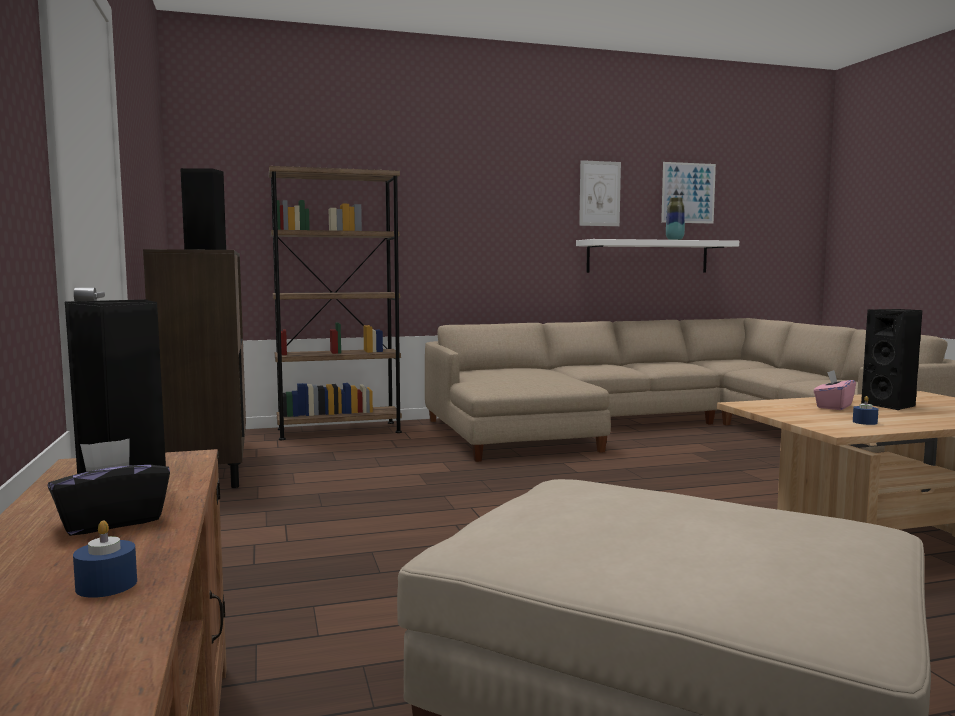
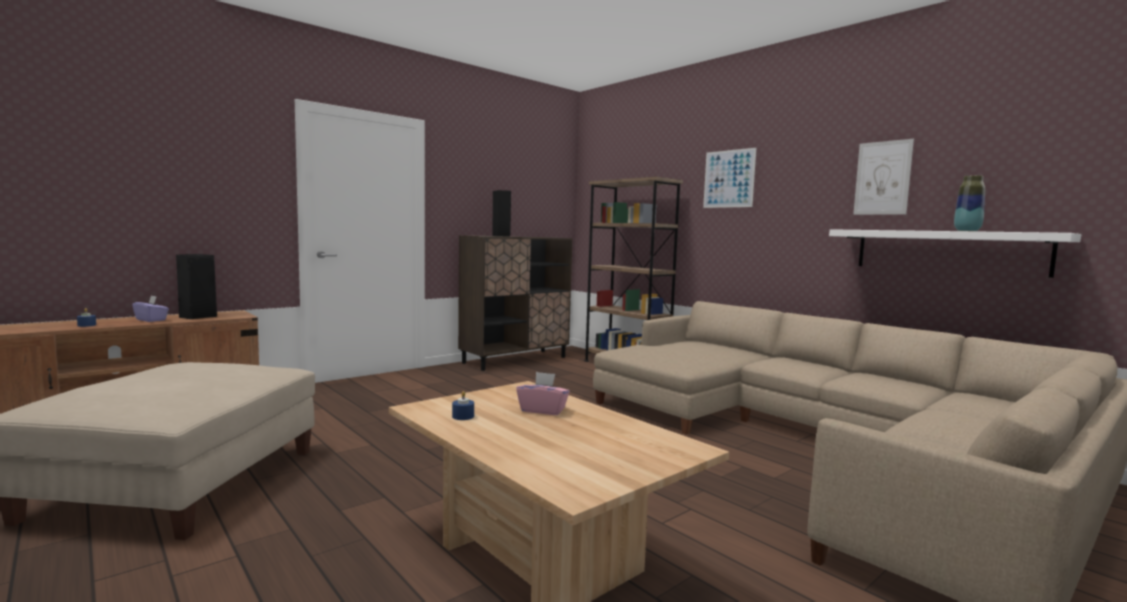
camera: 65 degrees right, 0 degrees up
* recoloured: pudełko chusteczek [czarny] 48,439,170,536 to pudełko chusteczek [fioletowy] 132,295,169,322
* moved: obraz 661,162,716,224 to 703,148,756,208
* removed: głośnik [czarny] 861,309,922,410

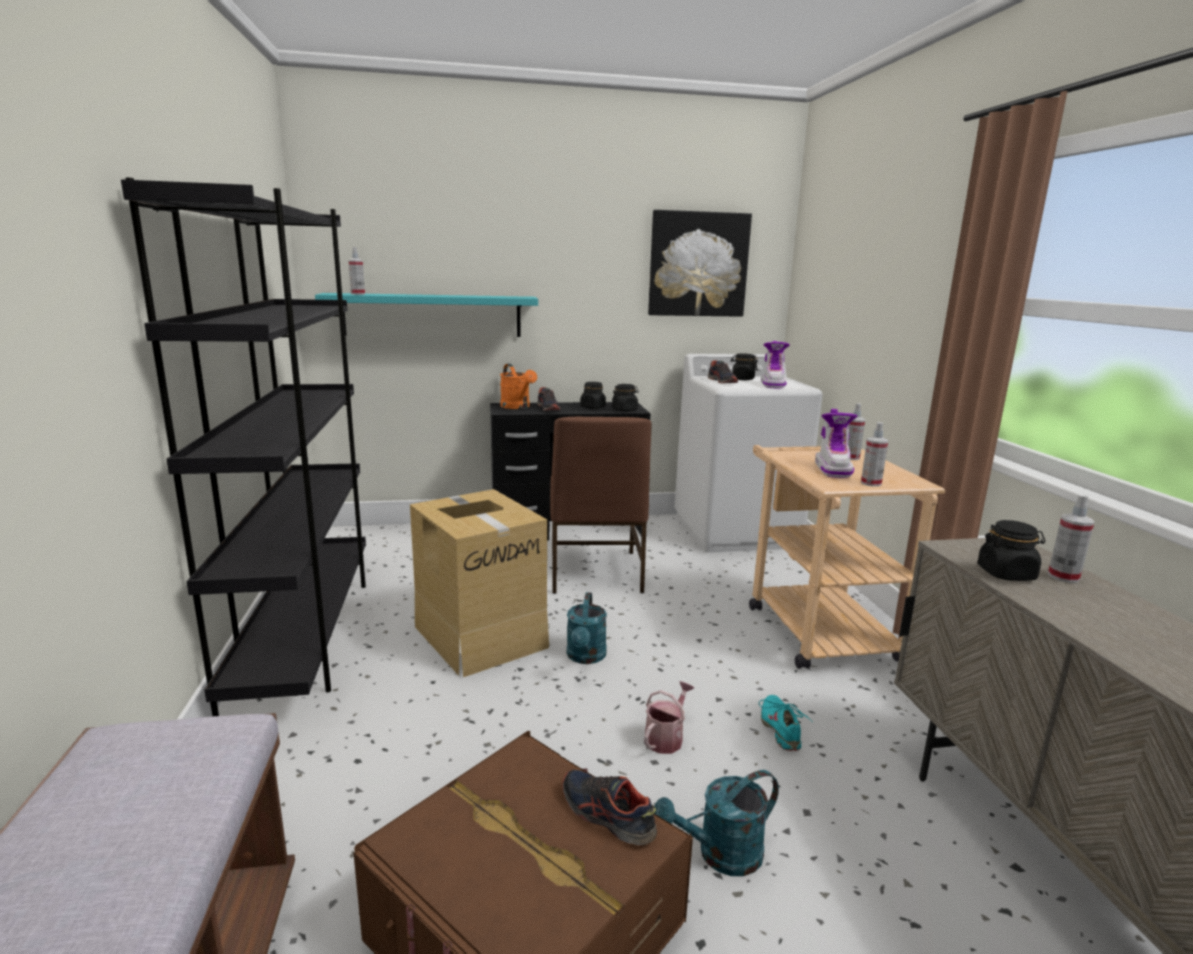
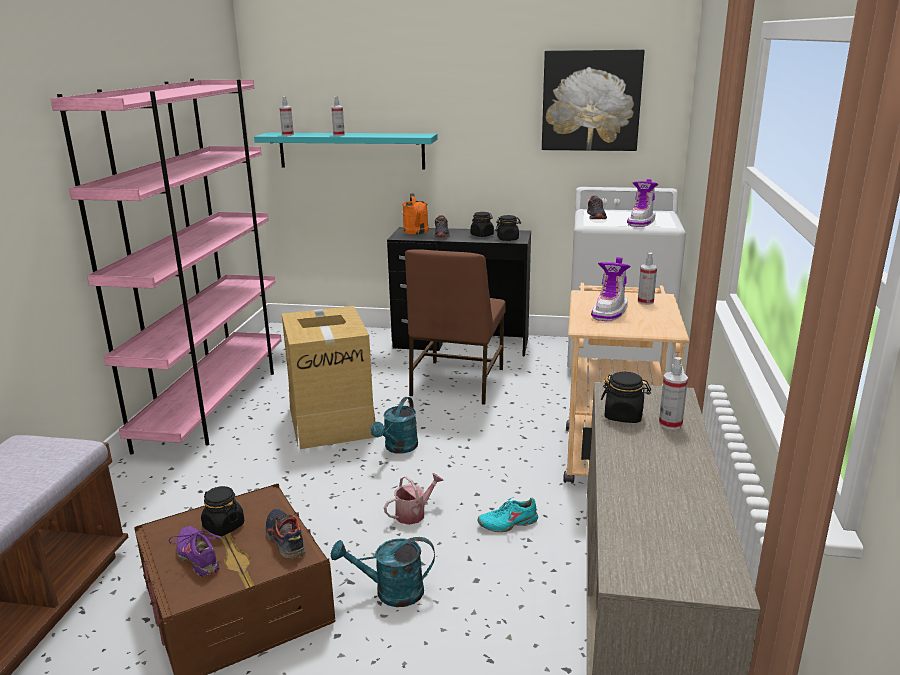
camera: 20 degrees right, 5 degrees up
* recoloured: regał [czarny] 121,177,366,716 to regał [różowy] 50,79,282,455
* moved: słoik [czarny] 730,353,758,380 to 201,486,244,536
* turned: but [turkusowy] 759,695,813,751 = 477,497,538,532 120 degrees counterclockwise
* moved: spryskiwacz 861,422,888,487 to 331,96,345,136
* added: but [fioletowy] 169,526,227,577

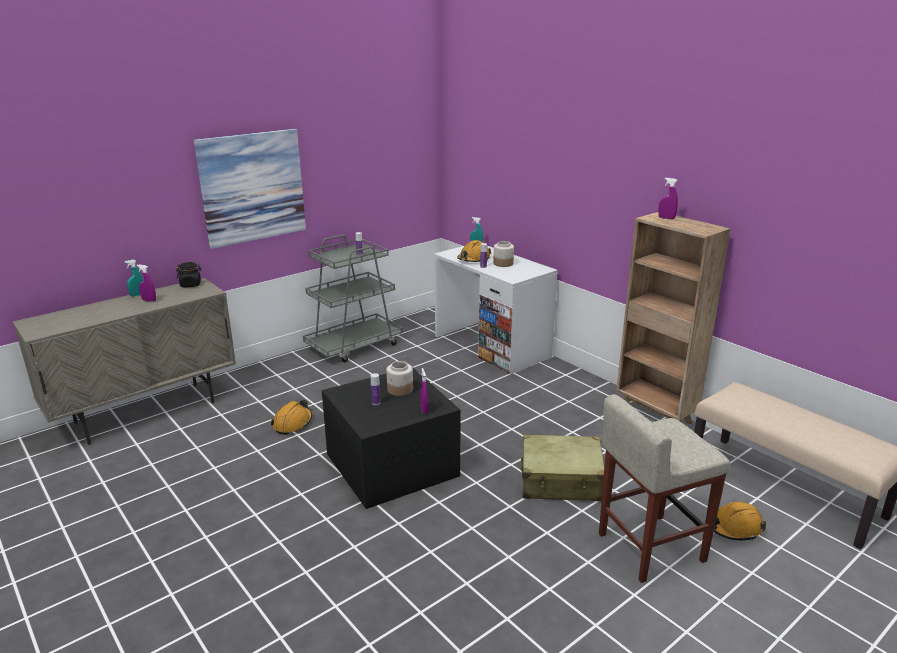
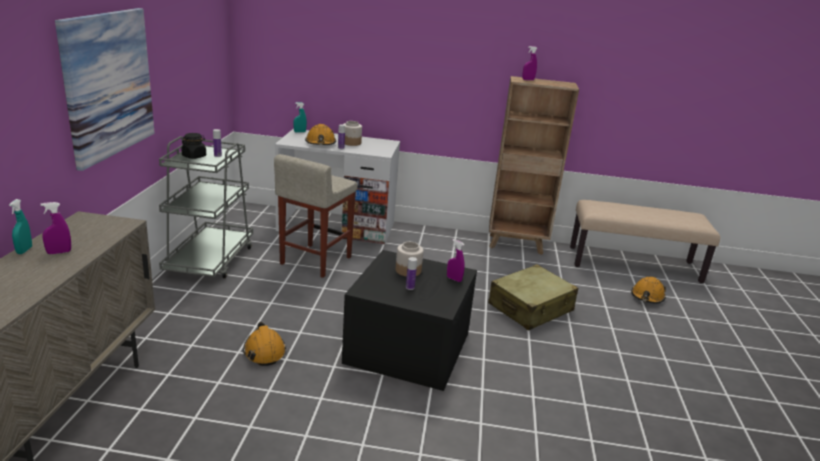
camera: 45 degrees left, 0 degrees up
* moved: słoik [czarny] 176,262,202,287 to 181,133,206,159
* moved: stołek [beżowy] 599,394,731,583 to 274,154,358,278

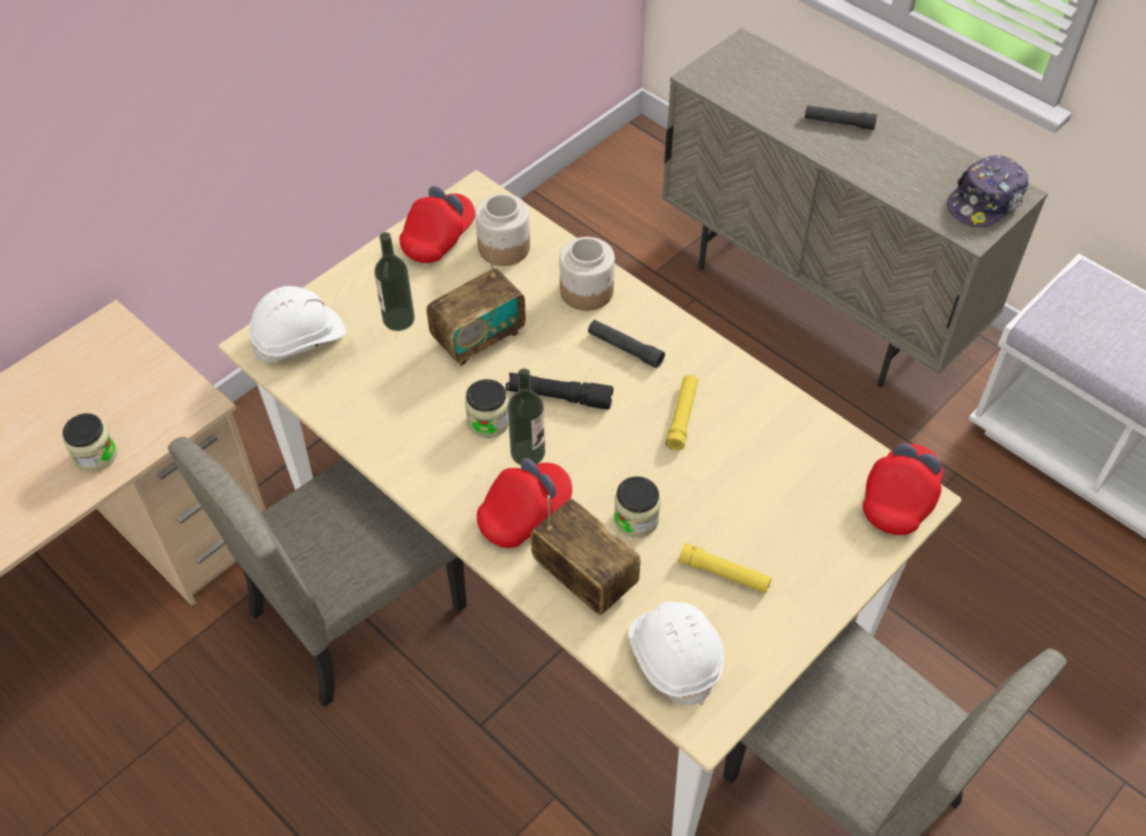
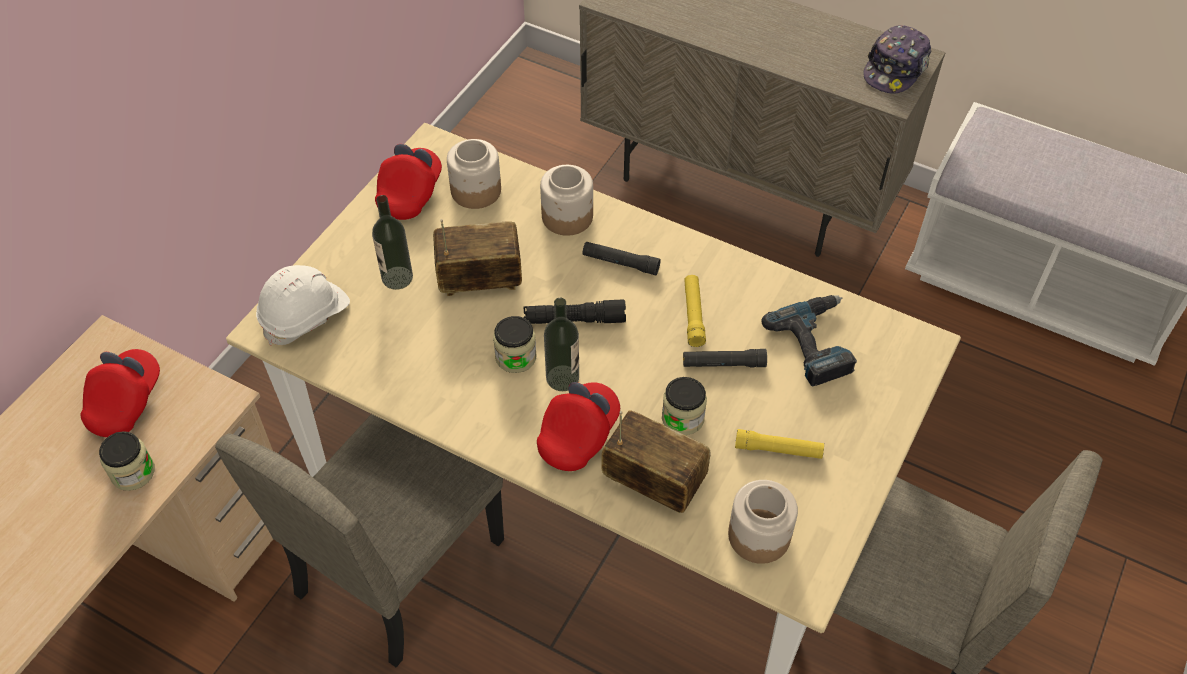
camera: 15 degrees left, 0 degrees up
* turned: radio 427,240,526,366 = 433,219,522,296 135 degrees counterclockwise
* replaced: kask [biały] 629,601,724,705 to słoik 728,480,798,564
* moved: latarka [czarny] 805,105,877,130 to 683,349,767,367
* moved: czapka z daszkiem [czerwony] 863,443,943,535 to 81,349,160,437
* added: wiertarka 762,295,857,386

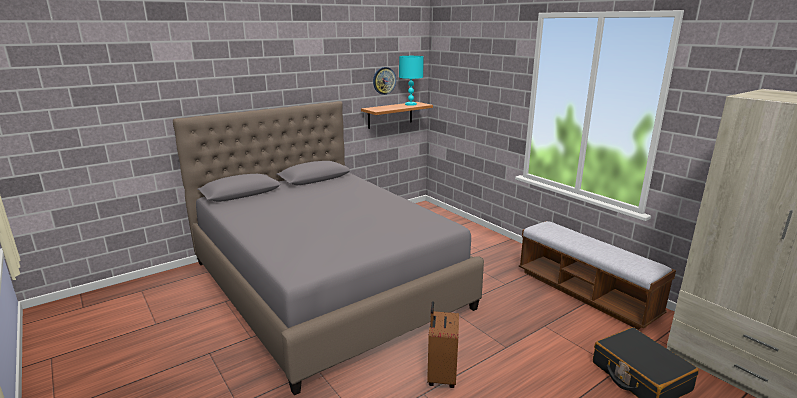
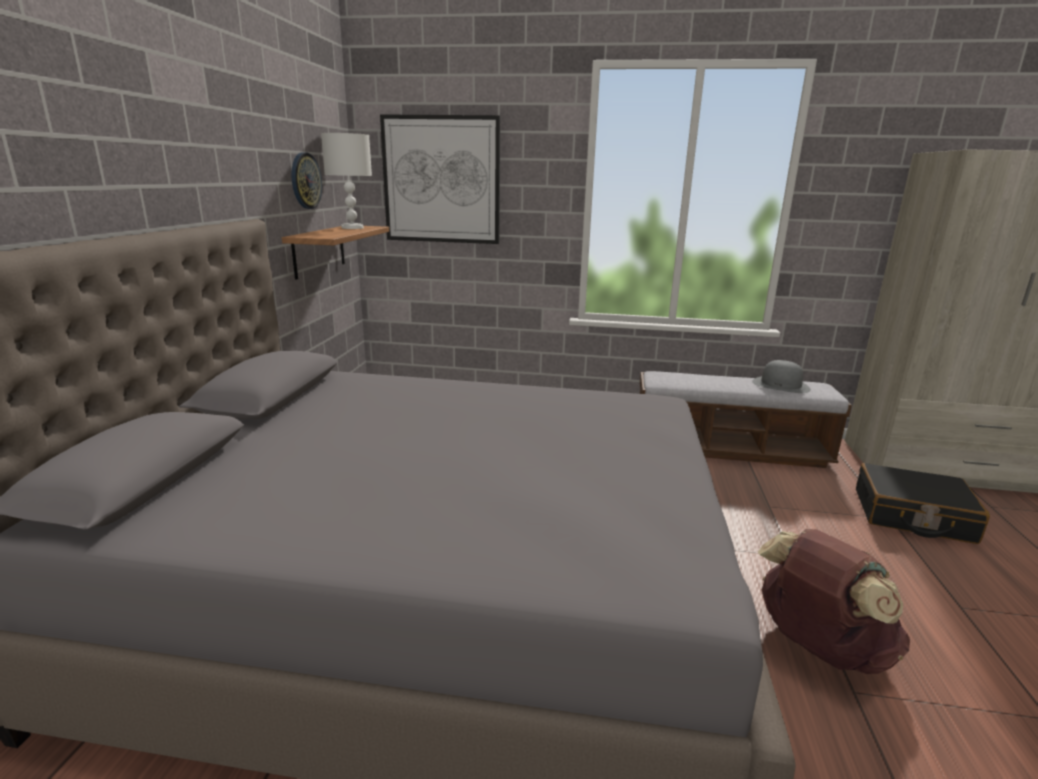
camera: 45 degrees left, 0 degrees up
* recoloured: lampa stołowa [turkusowy] 399,56,424,106 to lampa stołowa [biały] 321,133,372,229
* replaced: walizka [brązowy] 427,301,459,388 to plecak [brązowy] 758,529,910,674
* added: obraz 380,114,500,244
* added: kapelusz [szary] 752,360,811,393

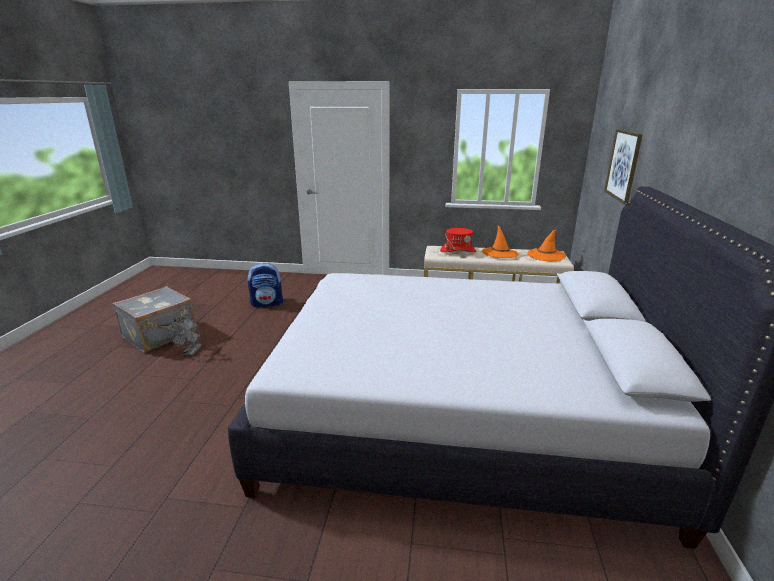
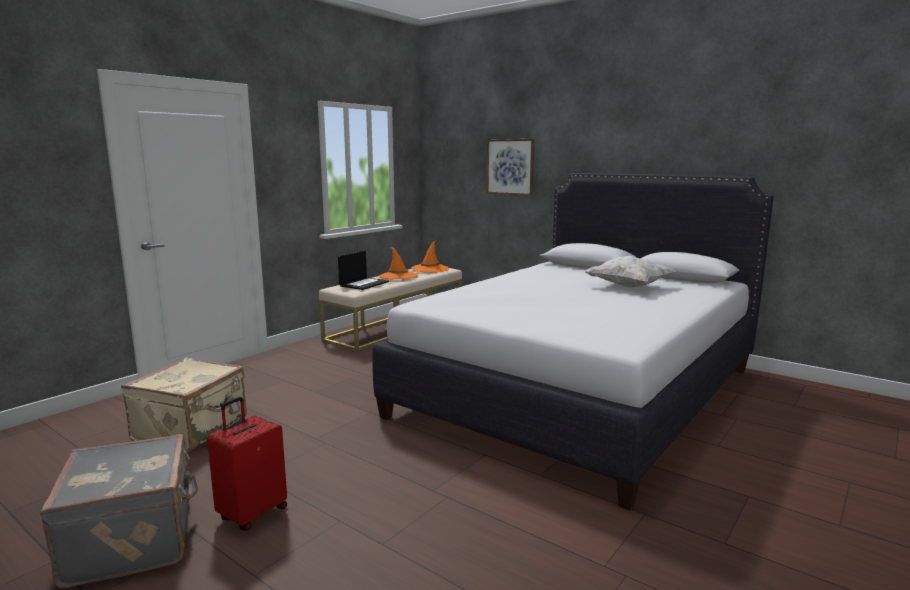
camera: 60 degrees left, 10 degrees down
* replaced: wentylator [szary] 168,316,201,356 to walizka [czerwony] 207,397,287,531
* replaced: plecak 248,263,283,307 to walizka [beżowy] 121,358,247,452
* replaced: kapelusz [czerwony] 440,228,477,252 to laptop 338,251,389,290
* added: poduszka [biały] 584,256,676,287

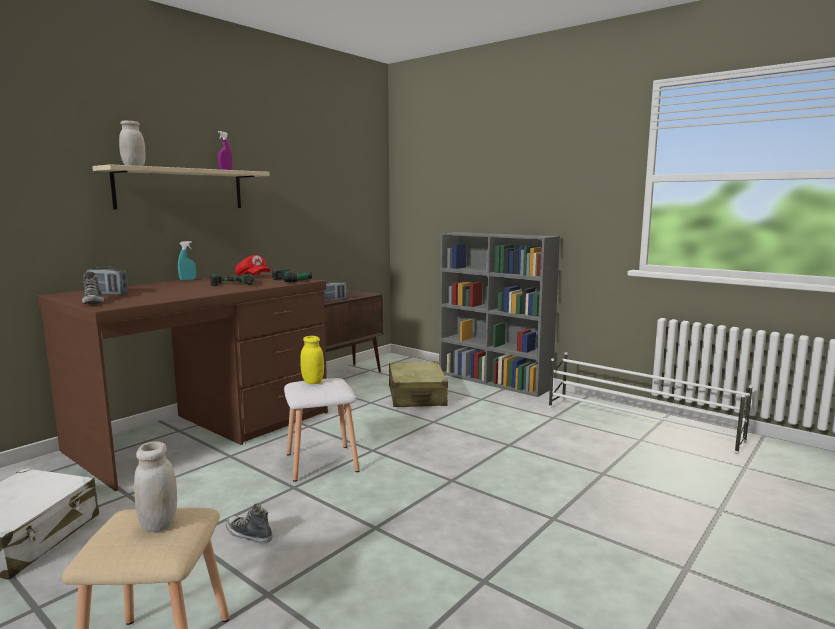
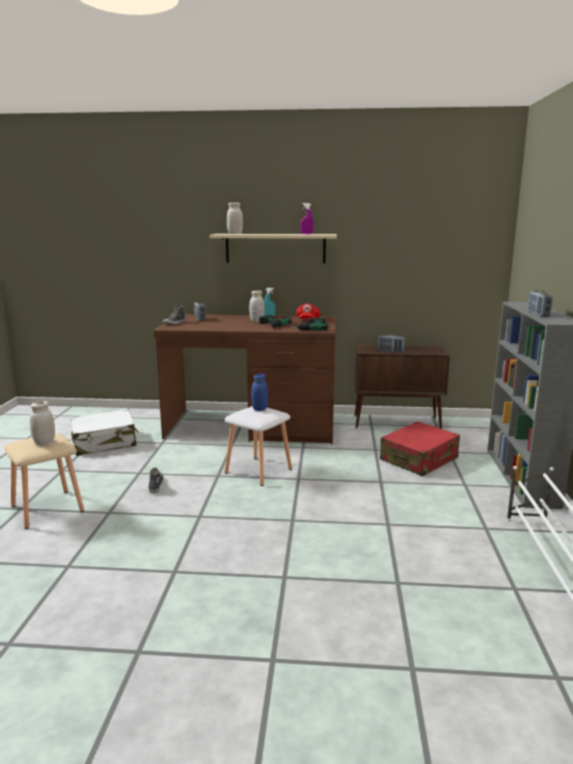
camera: 55 degrees right, 5 degrees up
* recoloured: słoik [żółty] 300,336,324,384 to słoik [niebieski] 251,374,268,411
* recoloured: walizka [beżowy] 389,362,448,407 to walizka [czerwony] 380,421,460,476
* added: słoik [biały] 249,290,264,322
* added: radio 528,290,553,317

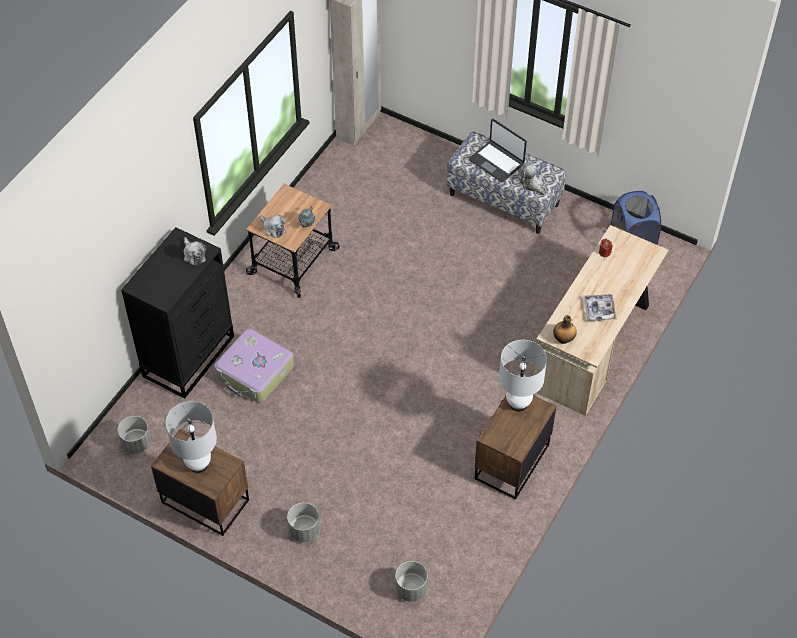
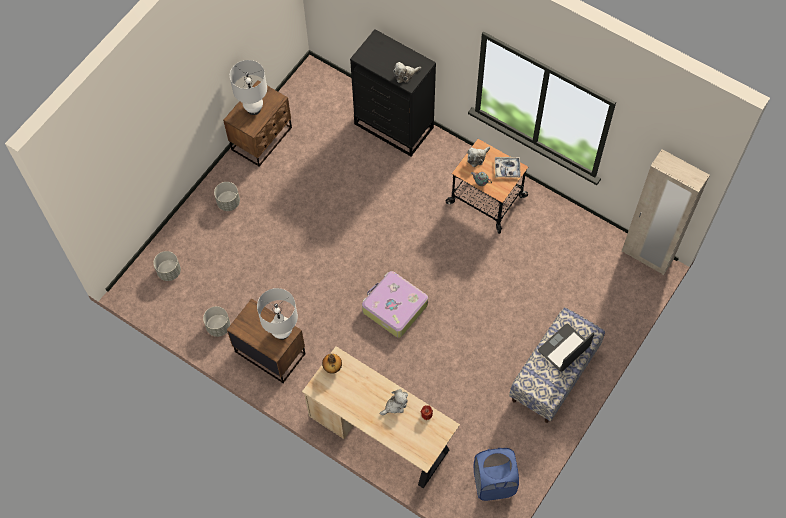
camera: 95 degrees right, 10 degrees up
* moved: donica [szary] 118,416,151,454 to 203,306,230,337
* moved: walizka 214,329,294,403 to 362,271,428,338
* moved: pluszak 520,164,545,195 to 380,389,408,415
* moved: taca 583,294,617,321 to 495,157,521,178

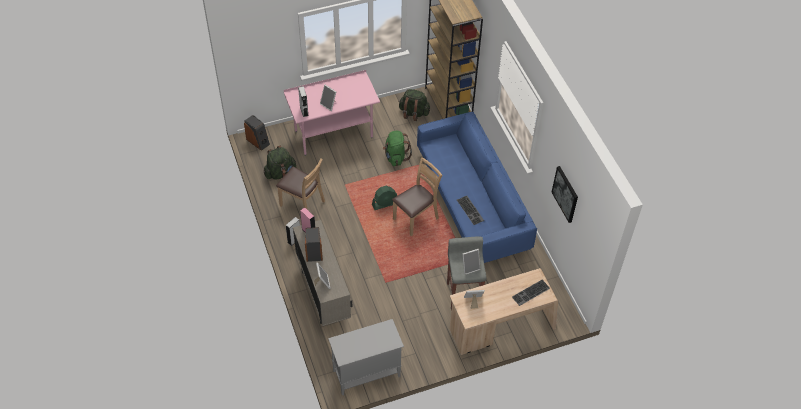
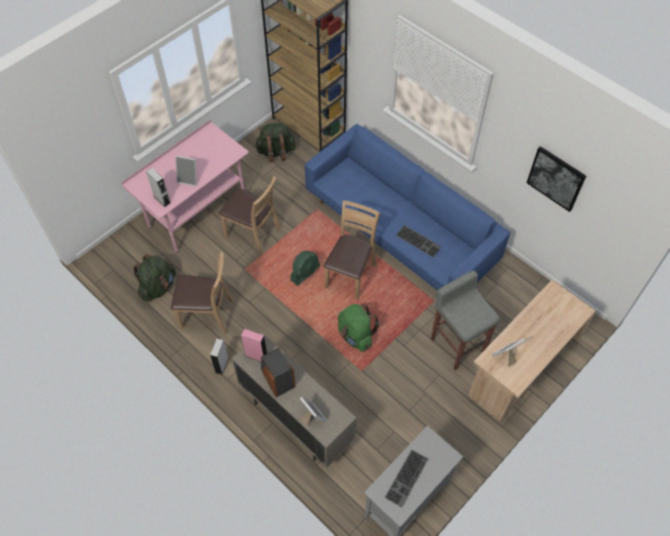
camera: 25 degrees left, 5 degrees up
* removed: głośnik 244,115,270,151
* moved: plecak [zielony] 383,131,412,166 to 338,304,380,352
* removed: ramka na zdjęcie 463,249,481,275
* moved: klawiatura 512,280,550,306 to 385,450,428,507
* added: krzesło [brązowy] 219,176,281,256

